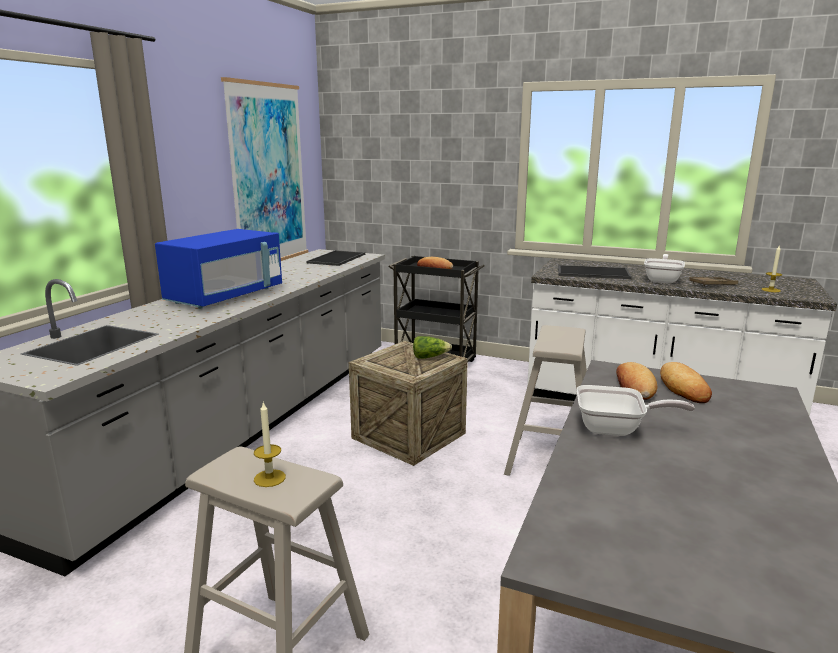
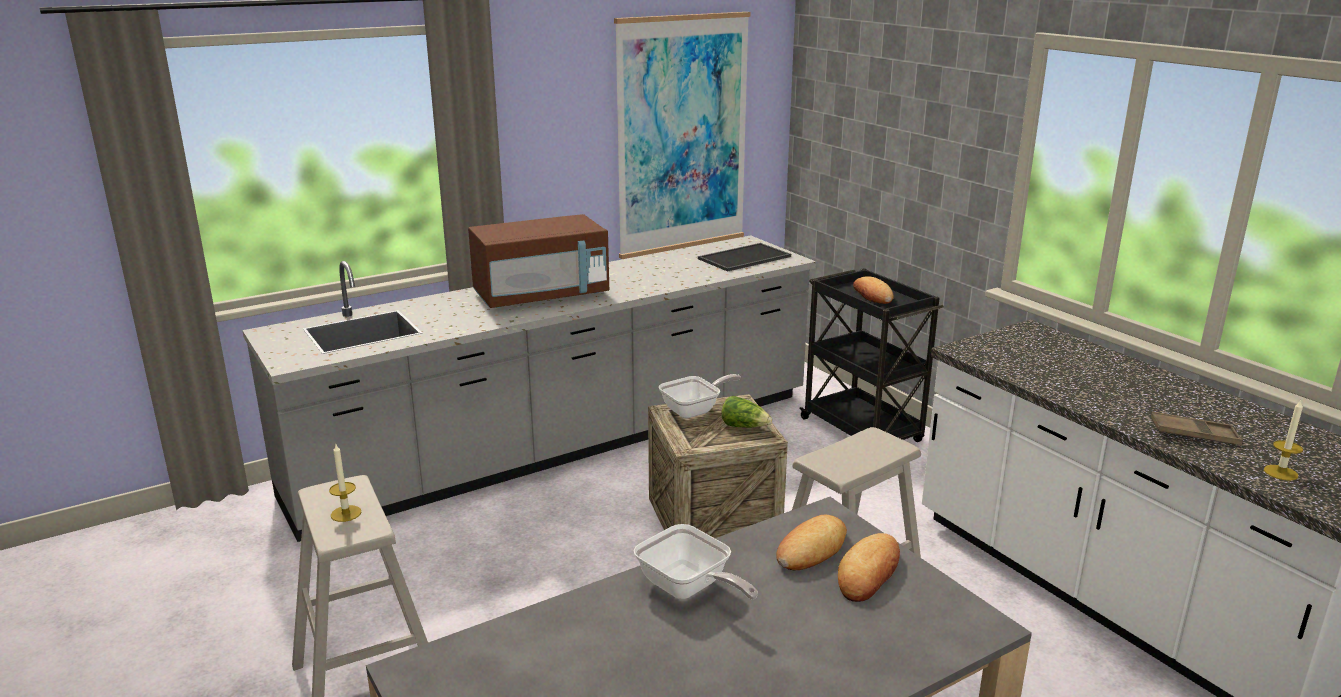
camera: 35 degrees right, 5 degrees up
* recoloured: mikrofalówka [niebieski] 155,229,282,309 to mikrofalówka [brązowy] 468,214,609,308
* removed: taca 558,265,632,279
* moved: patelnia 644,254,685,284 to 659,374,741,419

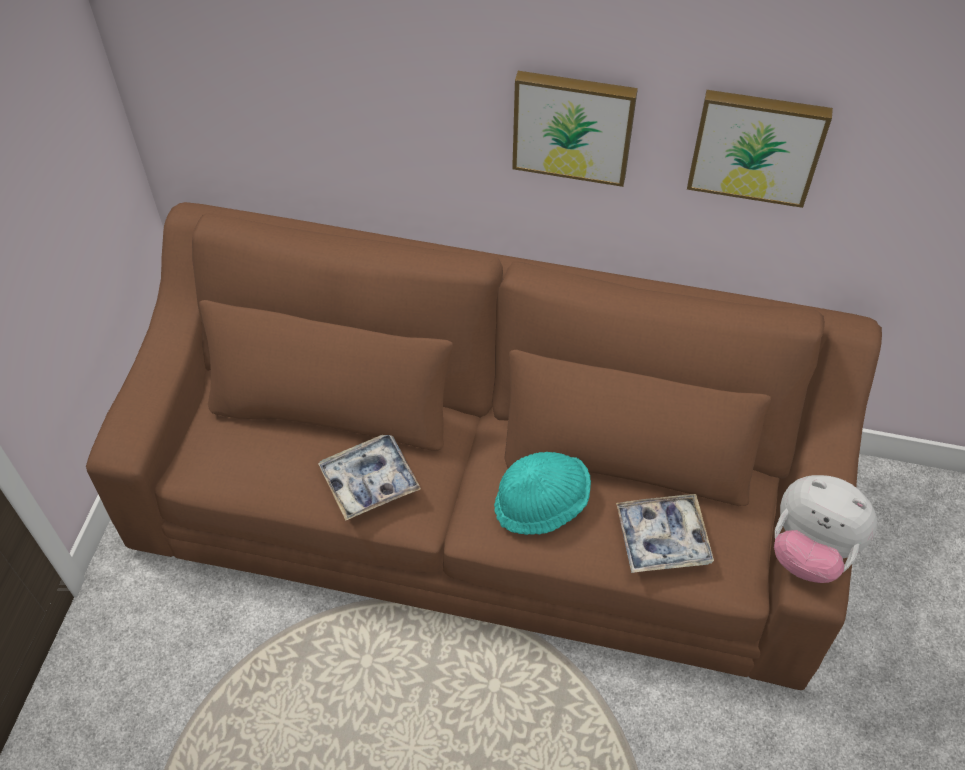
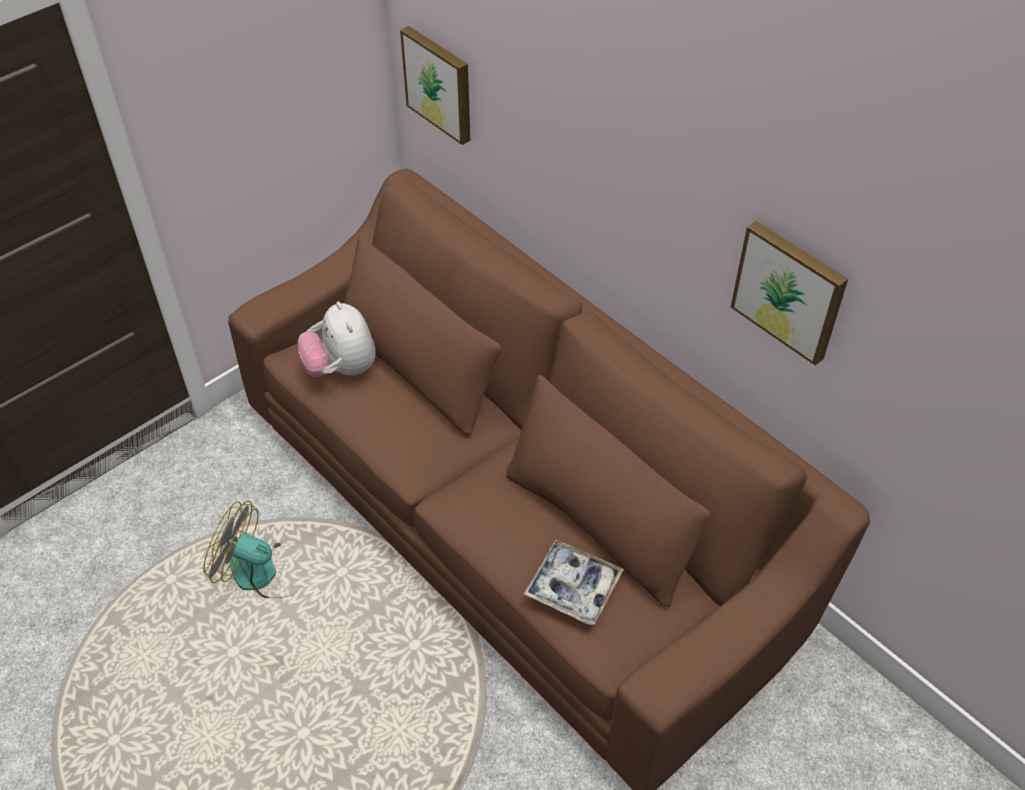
camera: 35 degrees right, 5 degrees down
* removed: taca 318,435,421,521
* removed: kapelusz [turkusowy] 494,452,591,535
* moved: obraz 512,71,638,187 to 400,26,470,145
* moved: pluszak 774,475,877,583 to 298,301,376,377
* added: wentylator 203,501,299,598

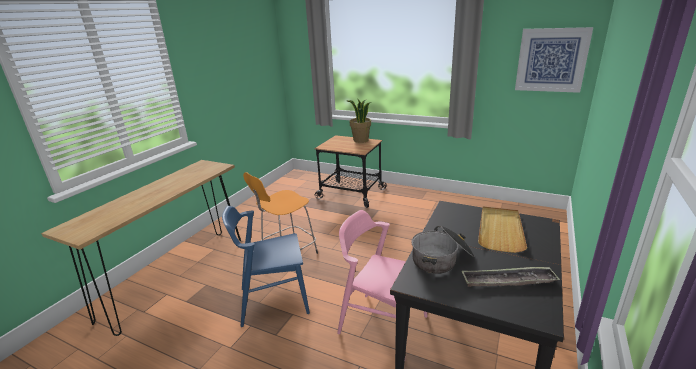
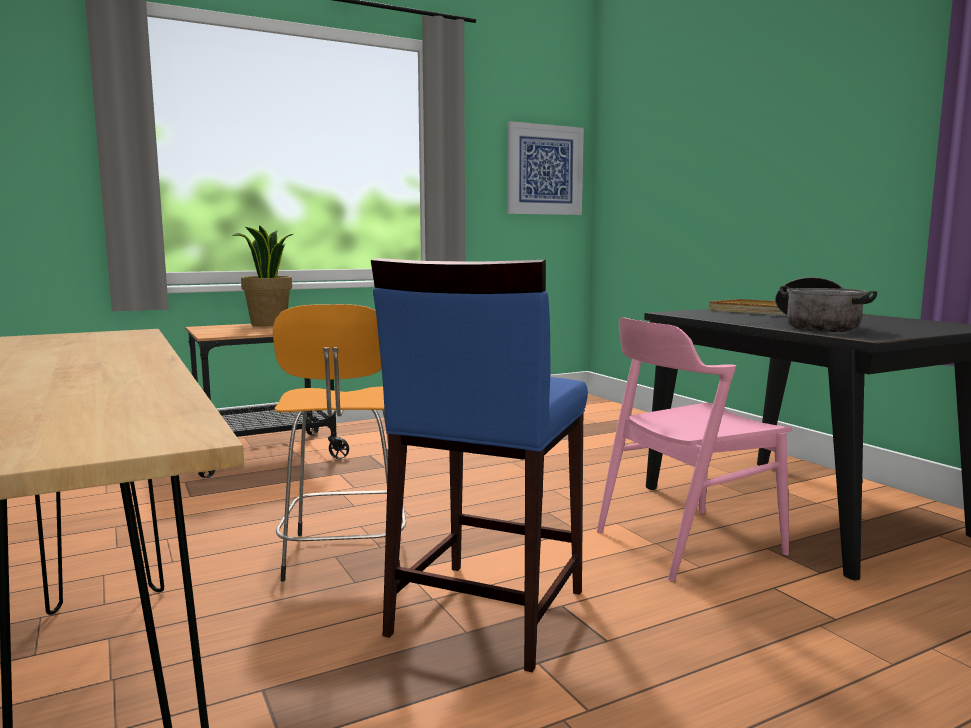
camera: 55 degrees left, 15 degrees down
* replaced: krzesło [niebieski] 222,206,310,327 to stołek [niebieski] 371,258,588,673
* removed: taca 462,267,560,287

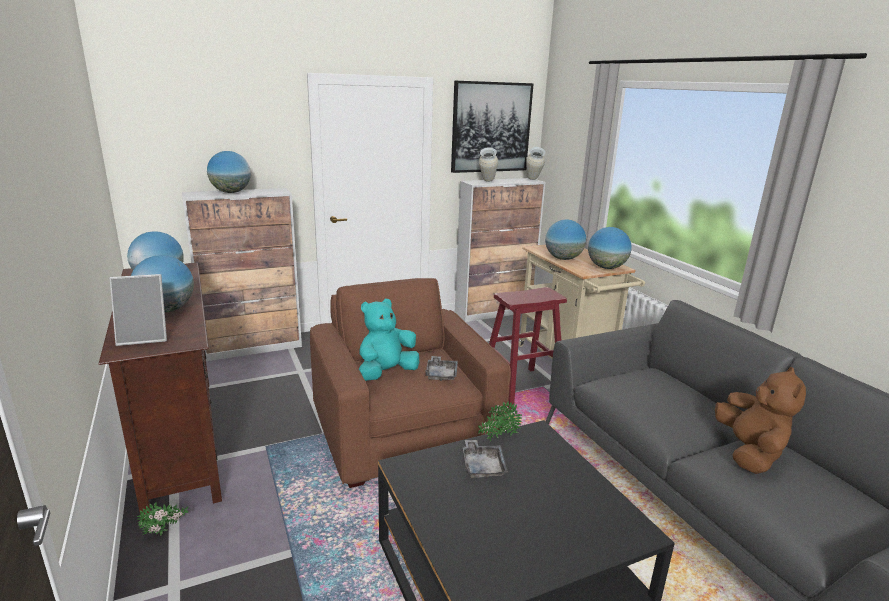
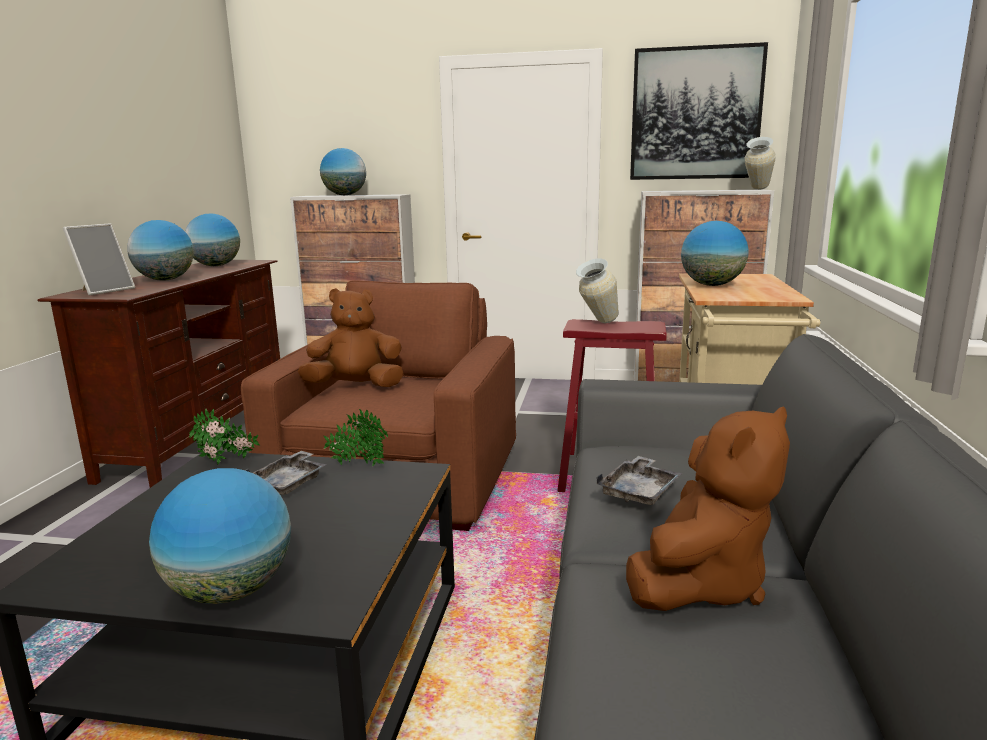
camera: 35 degrees right, 5 degrees down
* turned: ramka na zdjęcie 110,274,167,346 = 63,223,135,296 75 degrees counterclockwise
* moved: roślina doniczkowa 137,502,188,536 to 189,409,260,465
* recoloured: pluszak [turkusowy] 359,299,419,381 to pluszak [brązowy] 298,288,404,387
* moved: taca [szary] 425,356,458,381 to 596,456,682,505
* moved: wazon 479,147,498,182 to 576,258,619,323
* moved: globus 588,227,632,269 to 149,468,291,604

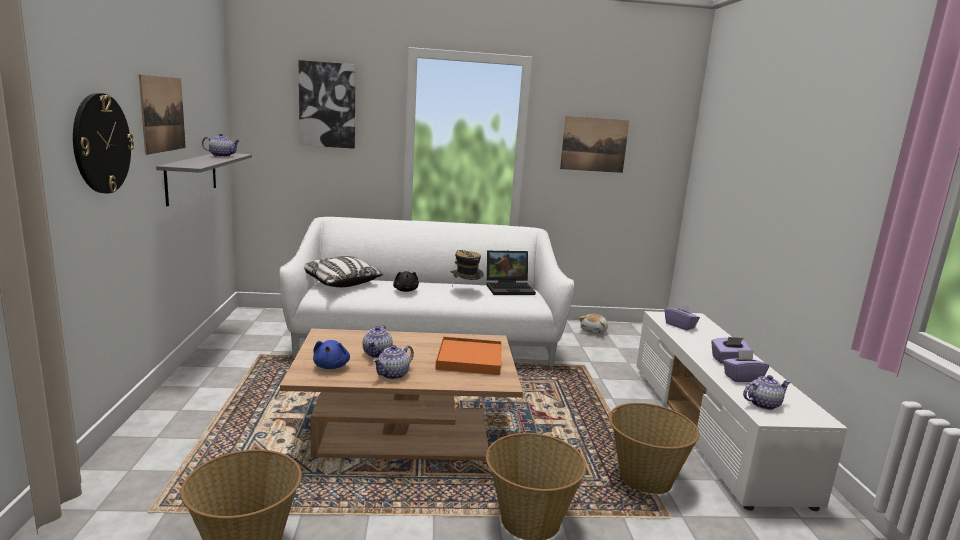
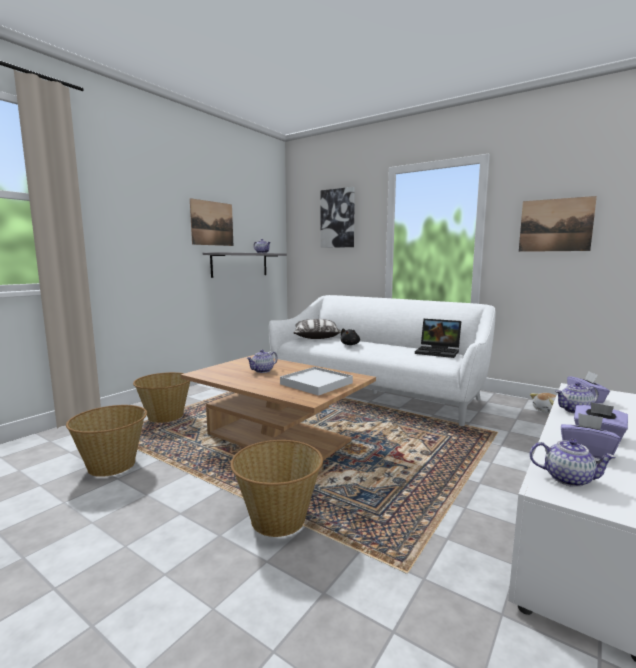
camera: 40 degrees right, 5 degrees down
* removed: zegar ścienny 73,93,134,193
* removed: pluszak [niebieski] 313,340,350,369
* moved: imbryk 373,345,414,379 to 555,382,599,414
* recoloured: taca [pomarańczowy] 435,337,502,375 to taca [biały] 280,367,353,396
* removed: kapelusz 450,250,484,280
* moved: koszyk 609,403,699,495 to 133,372,190,423

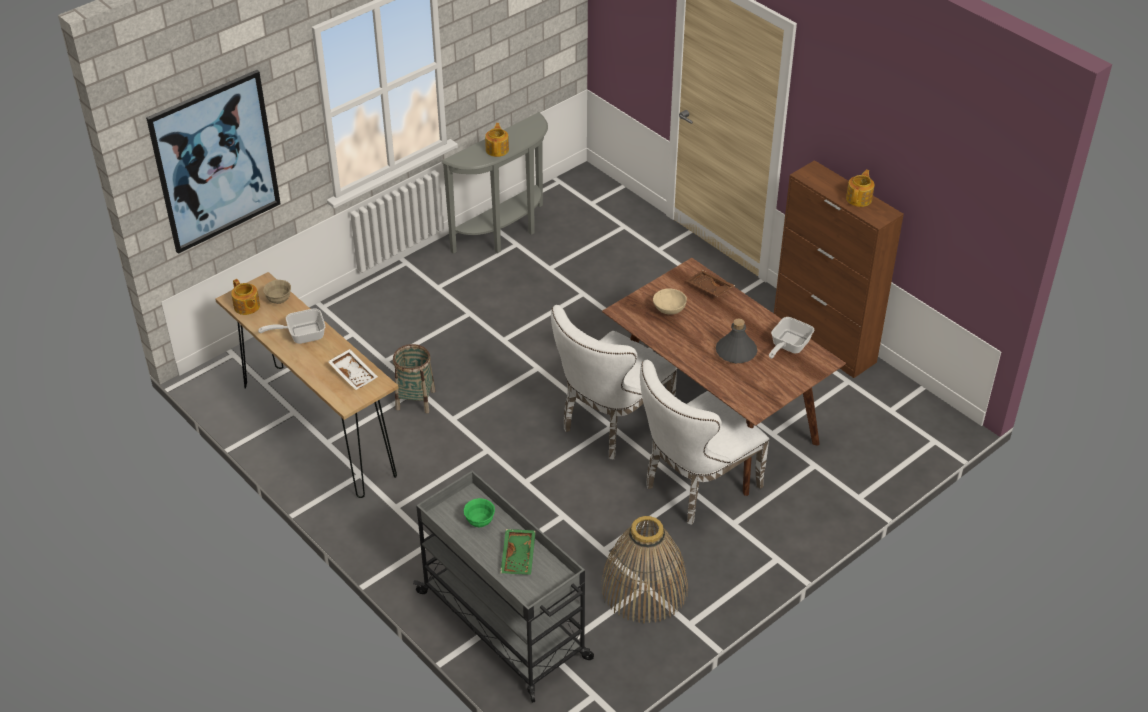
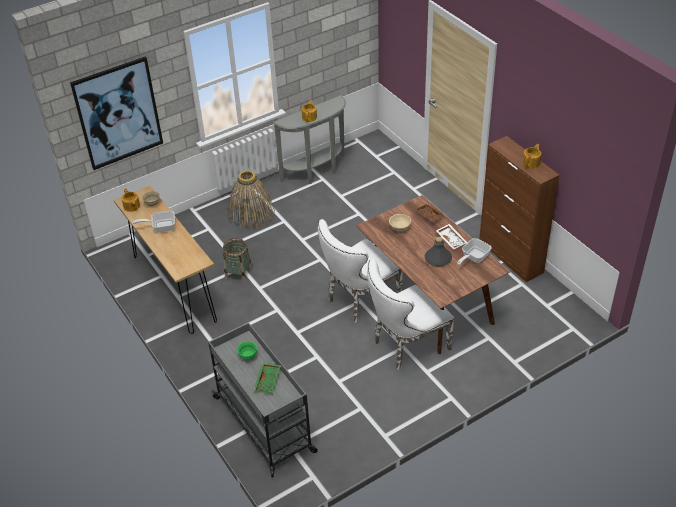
camera: 10 degrees right, 0 degrees up
* moved: taca [biały] 328,349,378,390 to 436,224,468,250
* moved: koszyk 601,516,688,624 to 228,170,275,230

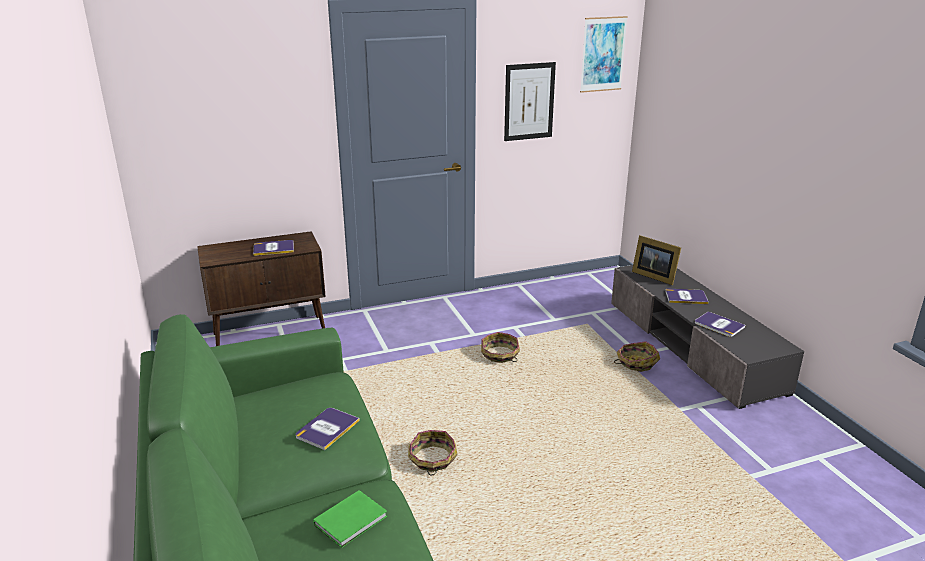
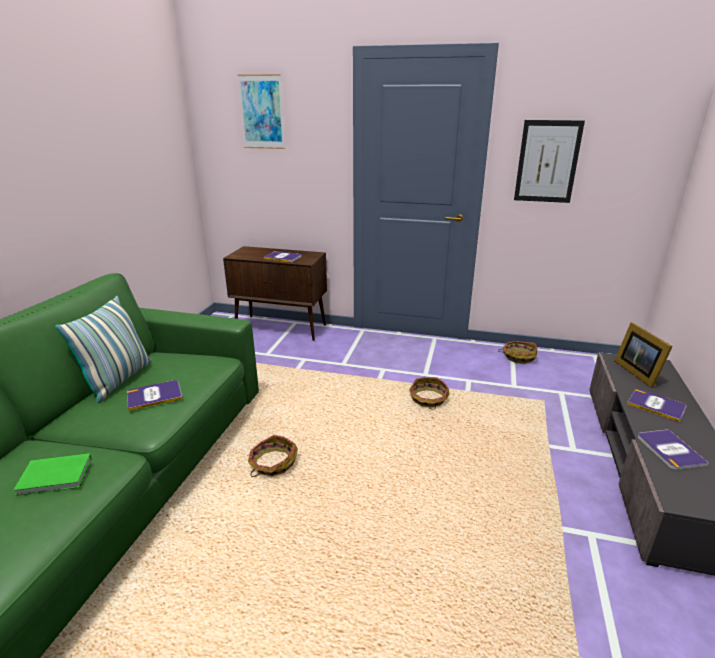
camera: 35 degrees right, 0 degrees up
* moved: obraz 580,16,628,93 to 238,74,285,149
* moved: koszyk 614,341,660,372 to 498,341,537,364
* added: poduszka 55,296,152,403

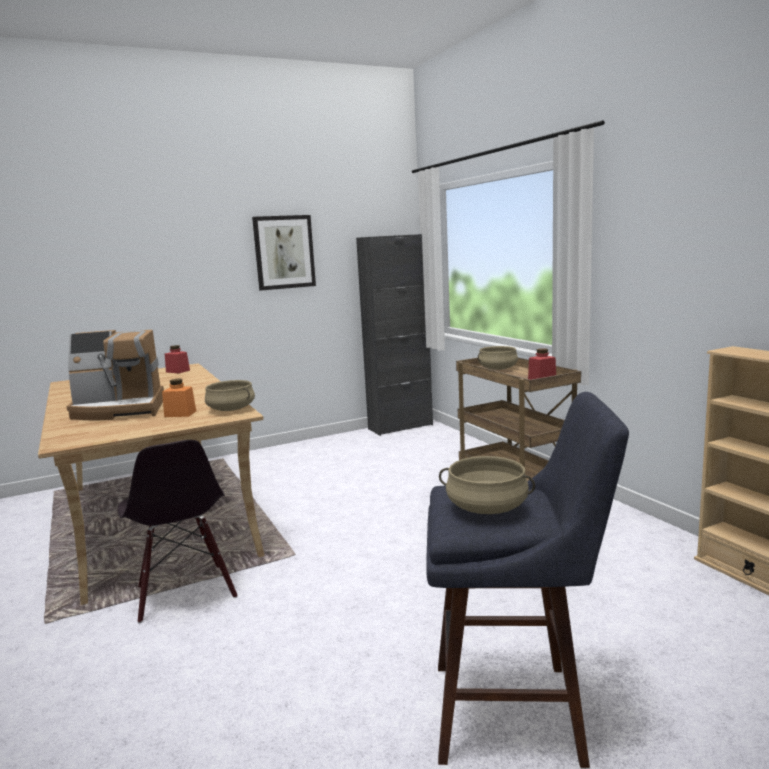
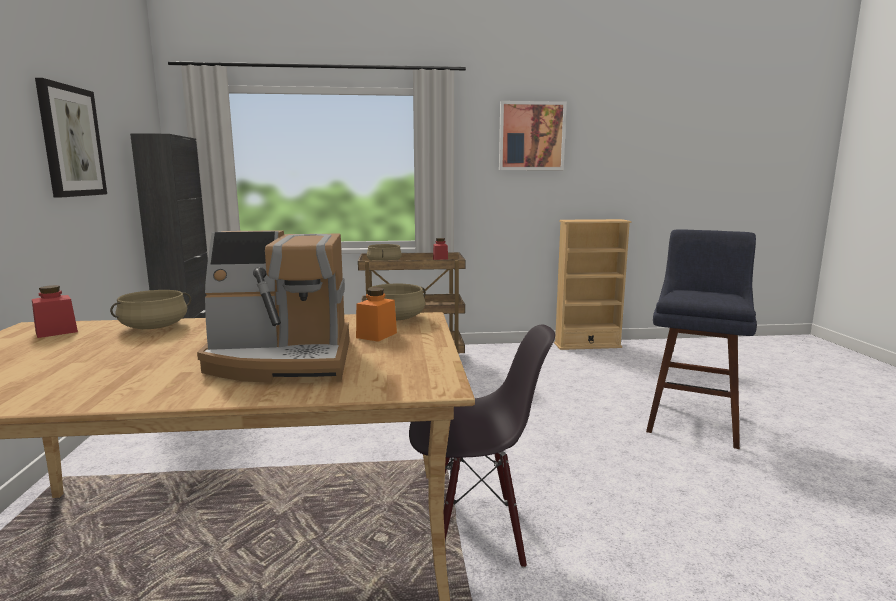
camera: 70 degrees left, 0 degrees up
* turned: ekspres do kawy 66,330,164,421 = 197,230,349,382 75 degrees clockwise
* moved: garnek [beżowy] 439,456,535,514 to 110,290,191,329
* added: obraz 499,101,567,170

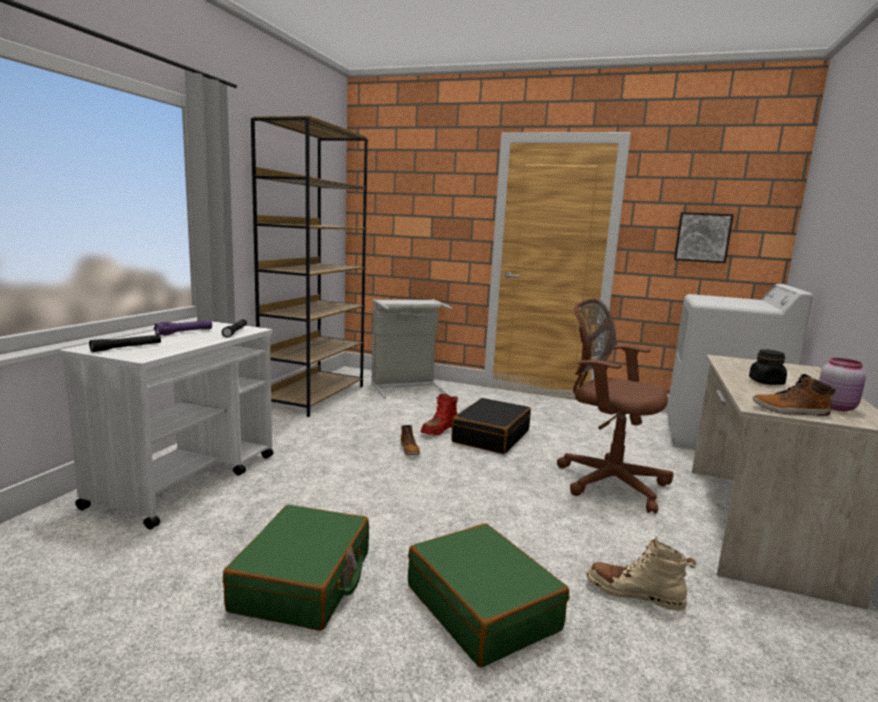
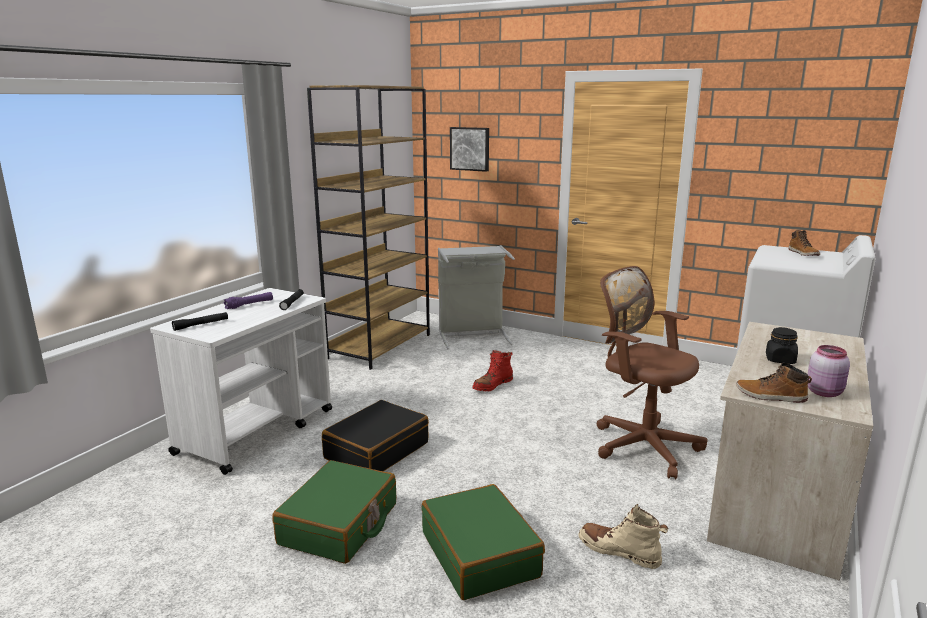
camera: 10 degrees right, 5 degrees up
* moved: but z cholewką 401,425,420,455 to 788,230,820,256
* moved: walizka [czarny] 451,398,531,454 to 322,400,429,471
* moved: obraz 674,212,734,263 to 450,127,489,172

